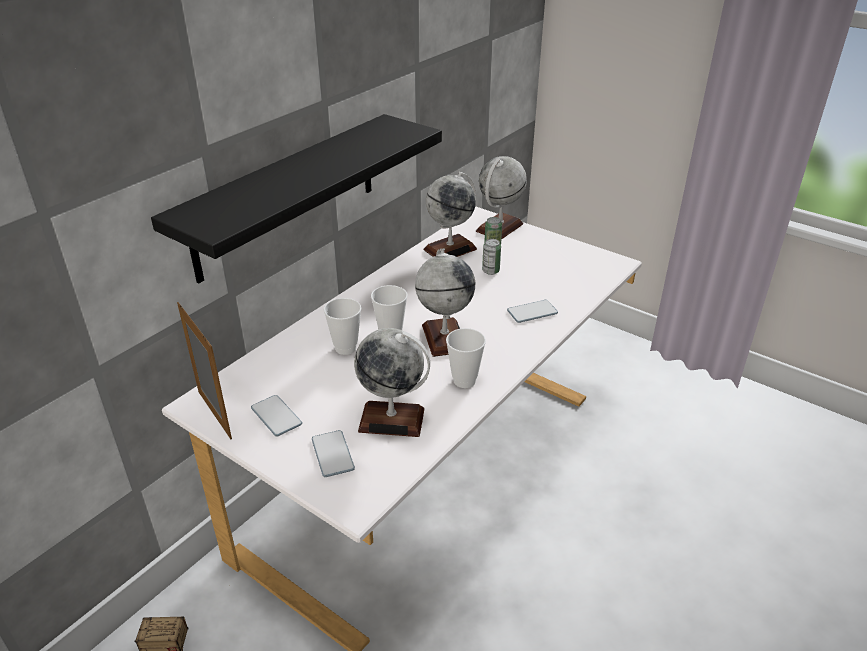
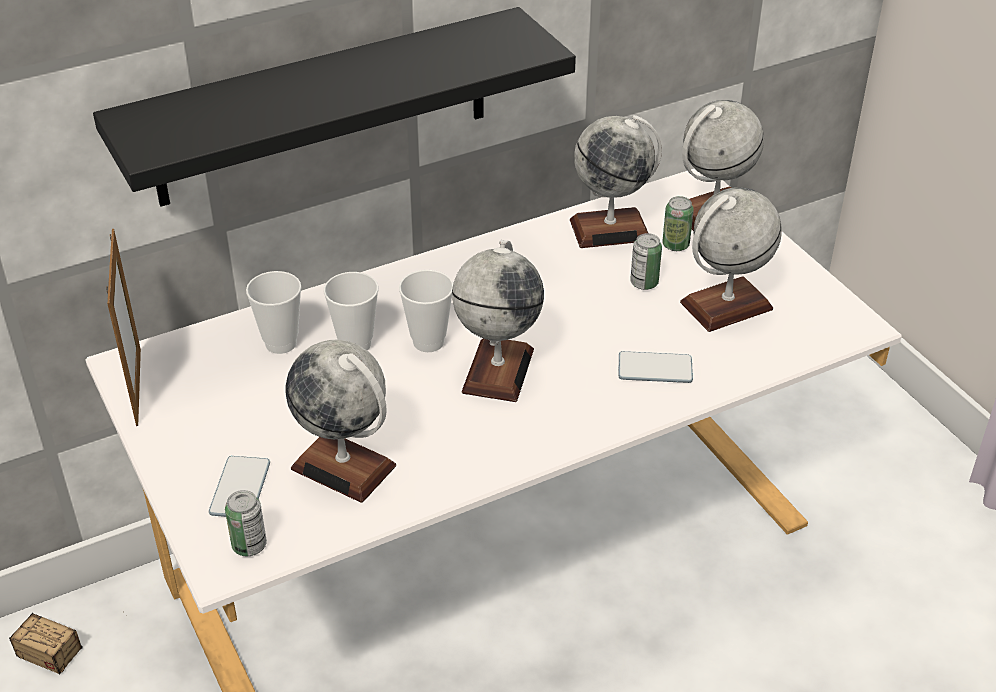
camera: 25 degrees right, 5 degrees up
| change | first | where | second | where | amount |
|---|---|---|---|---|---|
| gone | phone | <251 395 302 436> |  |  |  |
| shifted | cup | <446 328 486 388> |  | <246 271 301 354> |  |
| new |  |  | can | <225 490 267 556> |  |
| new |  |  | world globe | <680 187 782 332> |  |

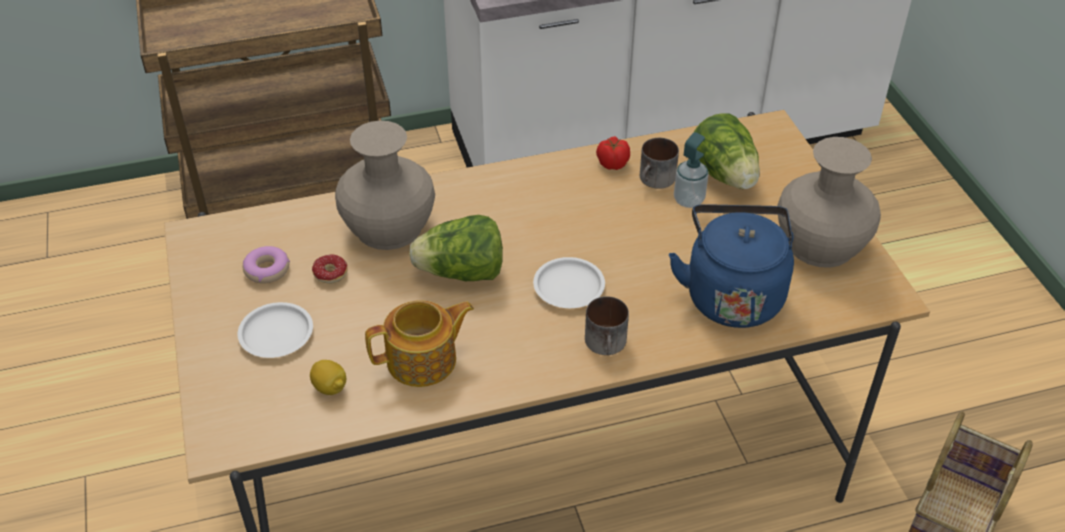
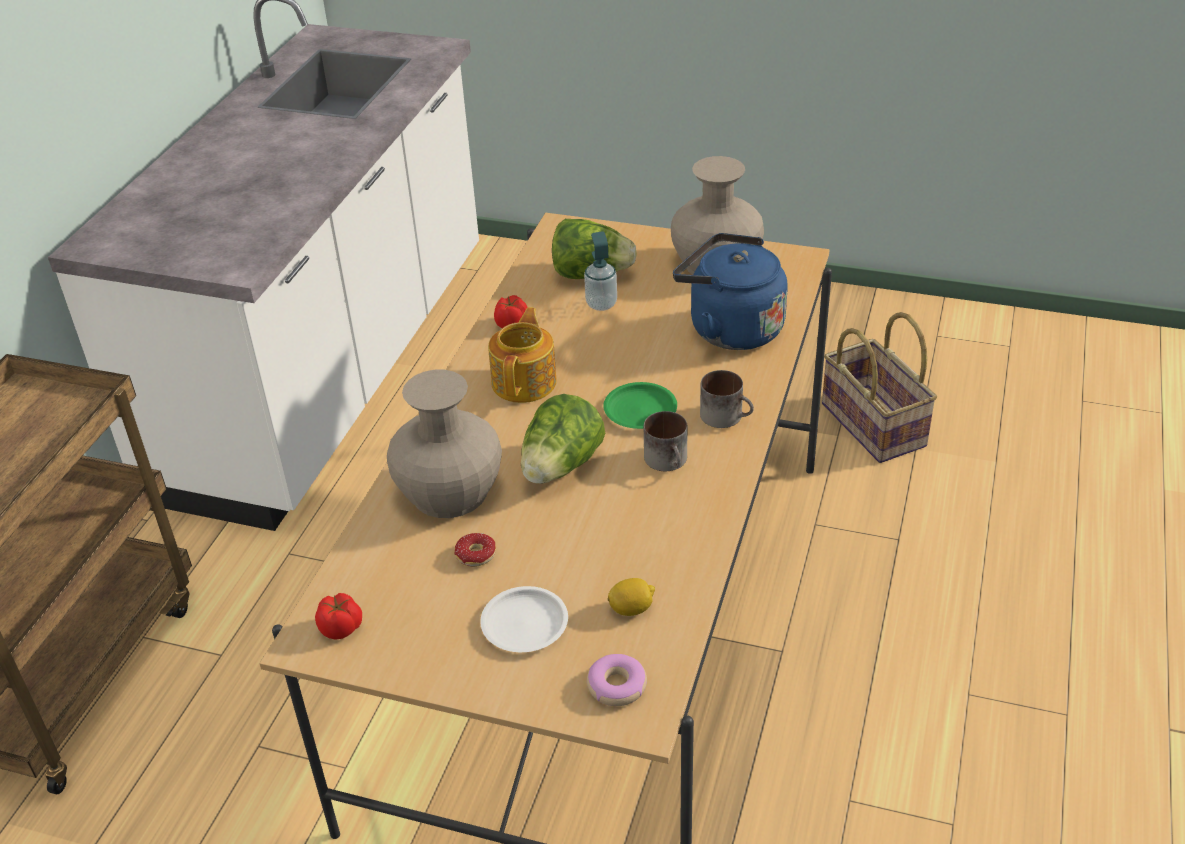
camera: 55 degrees left, 5 degrees down
| change | first | where | second | where | amount |
|---|---|---|---|---|---|
| shifted | doughnut | <243 246 290 283> |  | <587 654 647 706> |  |
| shifted | tea pot | <365 300 474 387> |  | <488 307 557 403> |  |
| repainted | dinner plate/white-coloured | <533 257 605 308> | dinner plate/green | <603 382 677 429> |  |
| shifted | coffee mug | <640 138 679 189> |  | <644 411 688 471> |  |
| new |  |  | tomato | <315 593 362 640> |  |

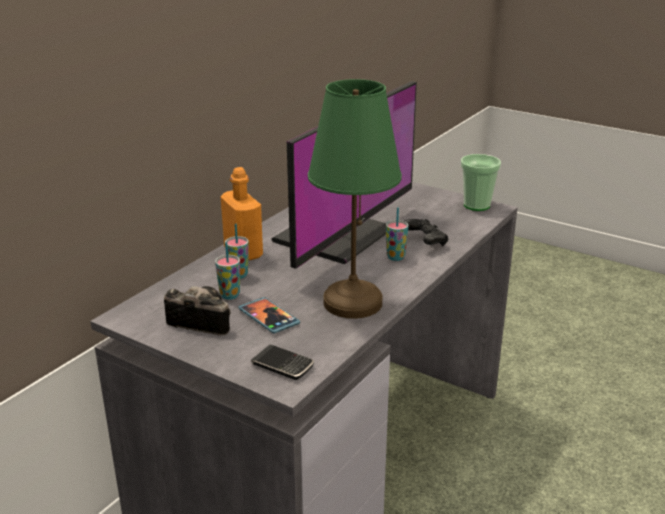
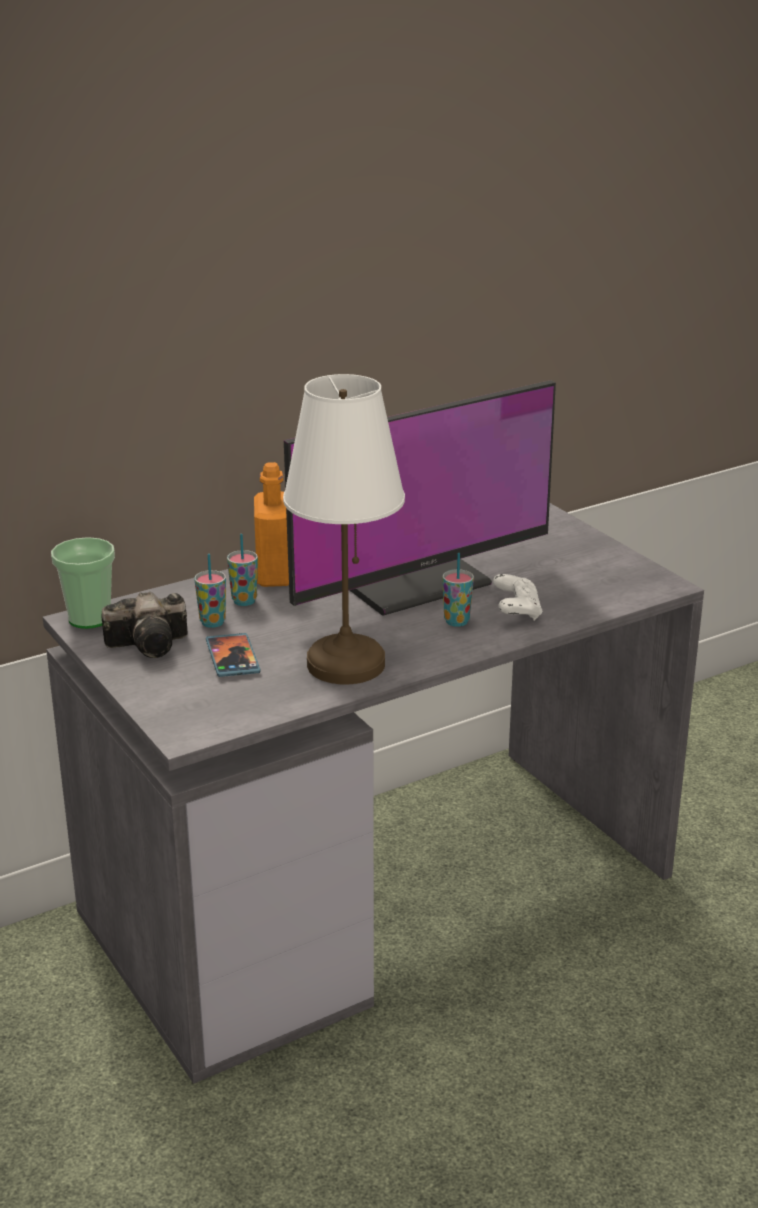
camera: 25 degrees right, 0 degrees up
| change | first | where | second | where | amount |
|---|---|---|---|---|---|
| rotated | photo camera | <164 286 230 335> |  | <102 592 187 658> | 120 degrees clockwise |
| gone | phone | <251 345 314 380> |  |  |  |
| repainted | lamp for a table/green | <308 79 402 319> | lamp for a table/white-coloured | <283 374 405 684> |  |
| repainted | joypad/black | <405 219 448 246> | joypad/white-coloured | <493 574 542 621> |  |
| shifted | cup | <461 154 501 211> |  | <51 537 115 629> |  |

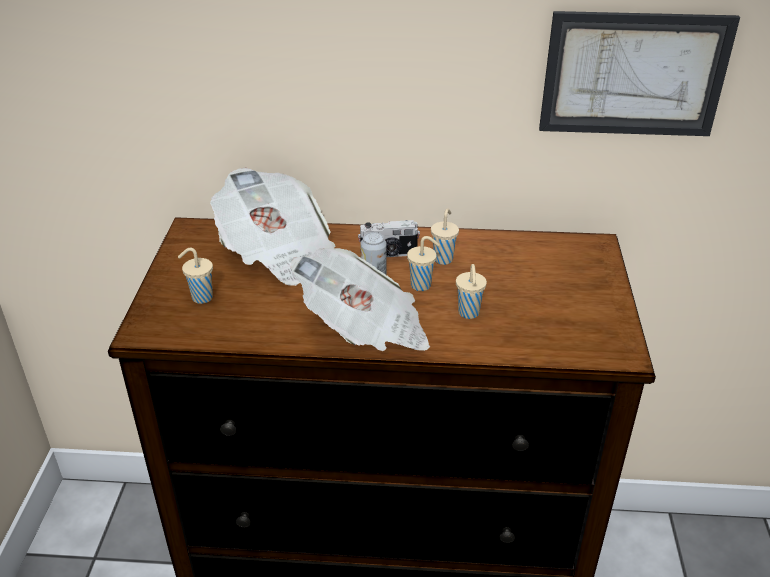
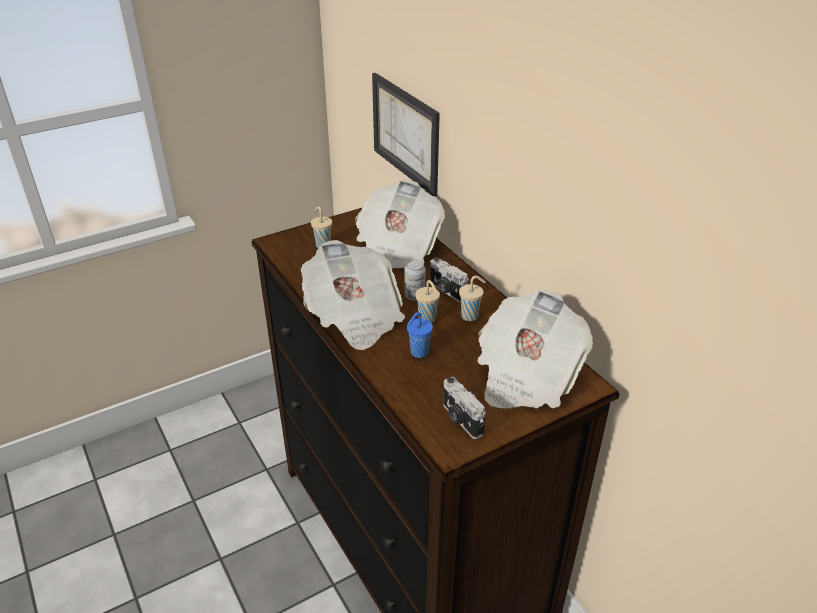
camera: 55 degrees right, 0 degrees up
| change | first | where | second | where | amount |
|---|---|---|---|---|---|
| repainted | cup/beige | <456 264 487 319> | cup/blue-coloured | <407 312 433 358> |  |
| shifted | wall art | <539 11 740 136> |  | <372 73 440 197> |  |
| new |  |  | photo camera | <443 377 486 439> |  |
| new |  |  | daily paper | <477 290 593 409> |  |

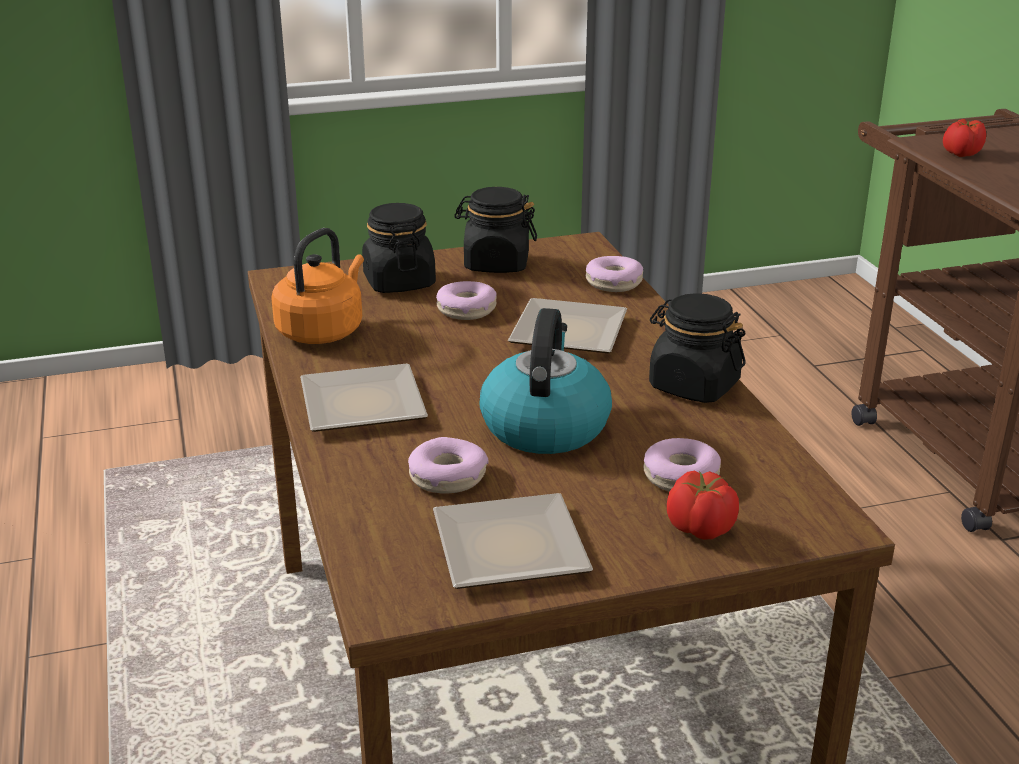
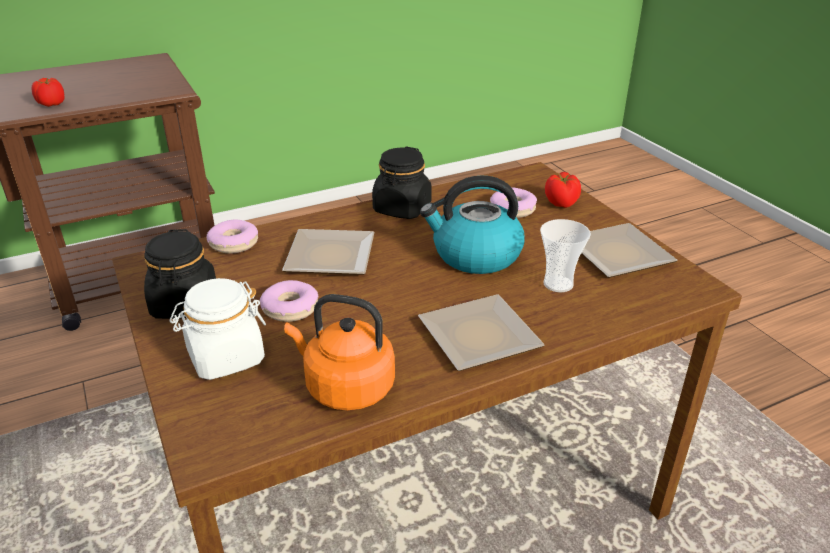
camera: 100 degrees left, 5 degrees up
| change | first | where | second | where | amount |
|---|---|---|---|---|---|
| repainted | jar/black | <362 203 436 293> | jar/white-coloured | <170 278 266 380> |  |
| swapped | doughnut | <408 437 489 493> | cup | <540 219 591 292> |  |

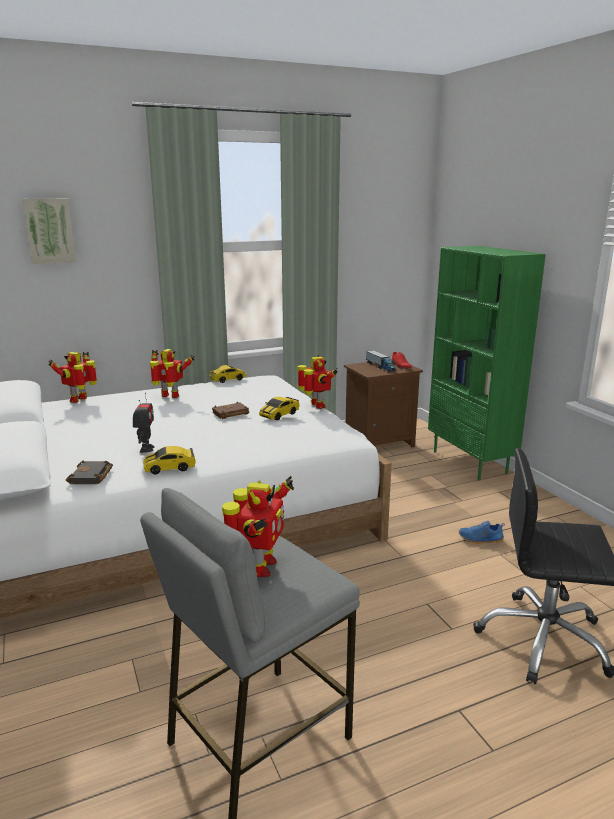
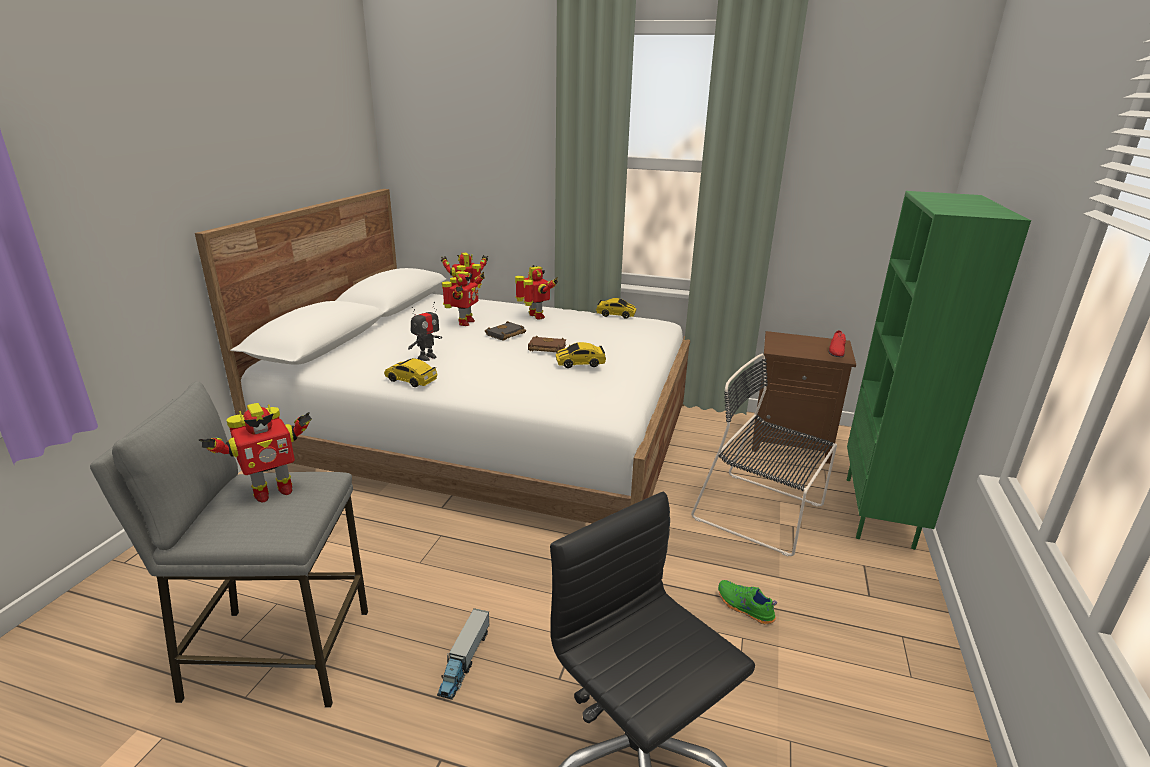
camera: 40 degrees right, 5 degrees up
| change | first | where | second | where | amount |
|---|---|---|---|---|---|
| gone | wall art | <23 199 76 264> |  |  |  |
| shifted | volume/black | <66 461 113 484> |  | <485 321 526 341> |  |
| shifted | robot figure | <297 355 338 409> |  | <442 271 485 326> |  |
| shifted | toy lorry | <366 350 396 372> |  | <437 608 489 699> |  |
| repainted | item of footwear/blue-coloured | <459 521 505 544> | item of footwear/green | <718 580 777 624> |  |
| new |  |  | chair/black | <691 354 837 557> |  |

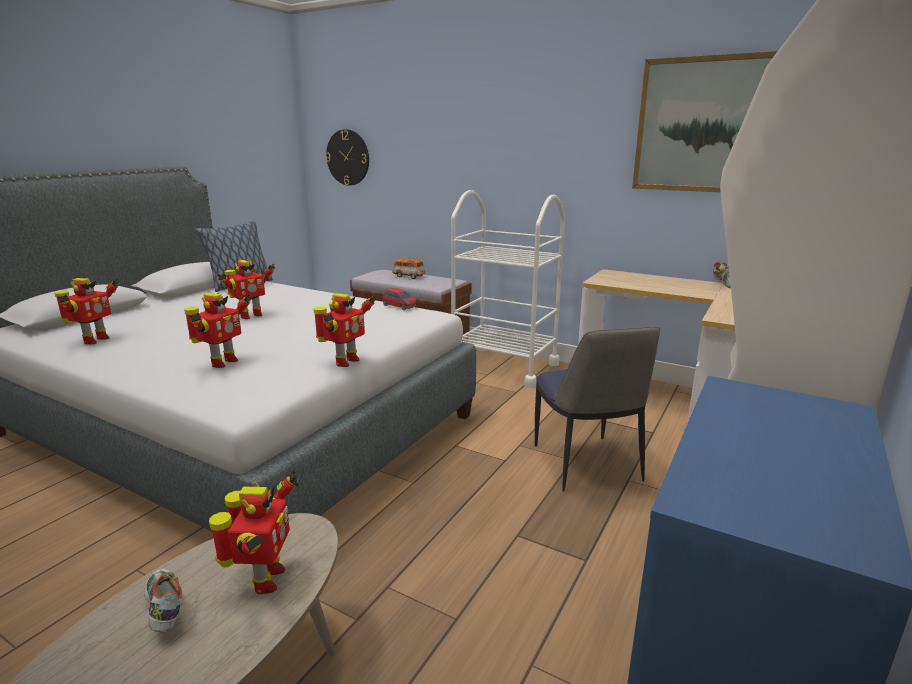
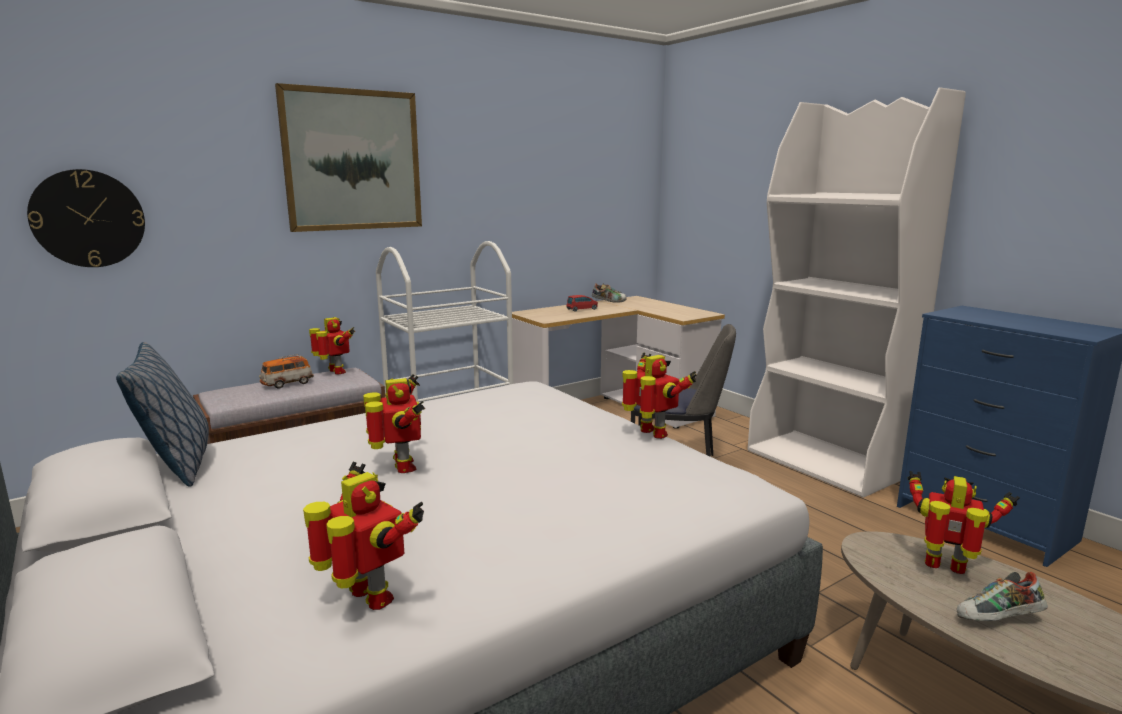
camera: 65 degrees left, 5 degrees down
| change | first | where | second | where | amount |
|---|---|---|---|---|---|
| shifted | robot figure | <184 292 251 368> |  | <309 317 355 374> |  |
| shifted | model car/red | <383 288 417 310> |  | <566 295 598 312> |  |
| shifted | wall art | <632 51 778 192> |  | <275 83 422 232> |  |

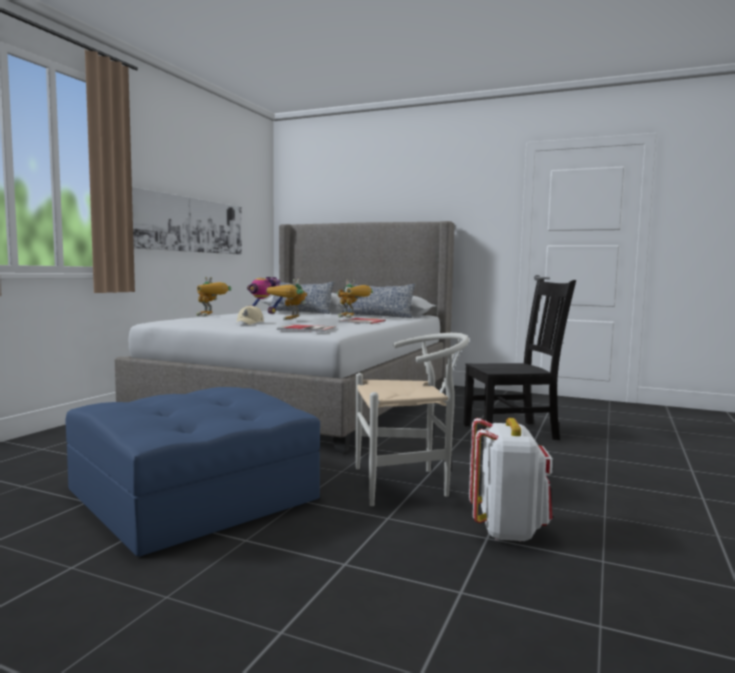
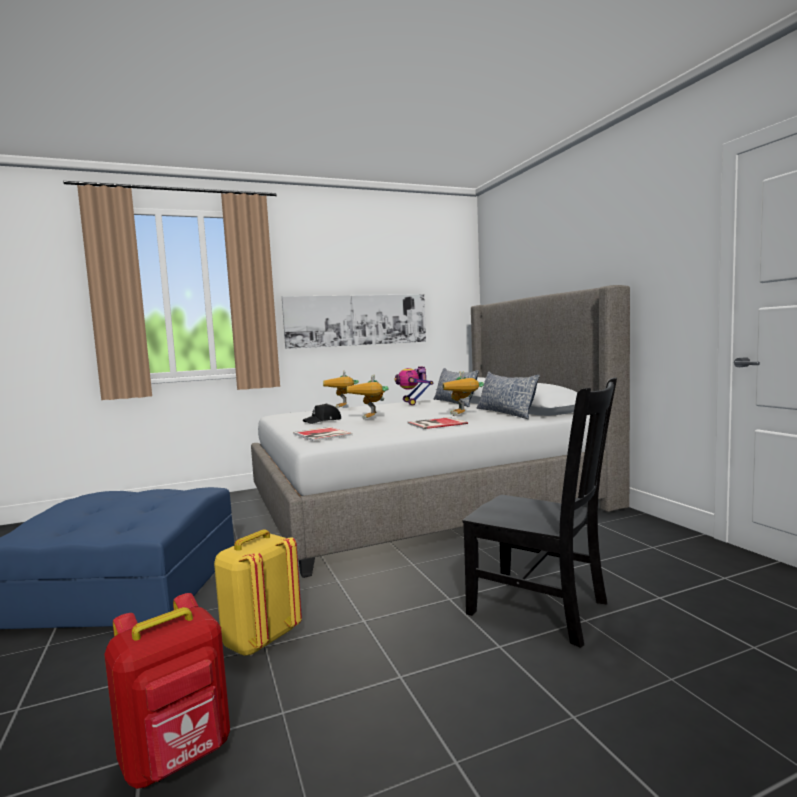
camera: 45 degrees right, 0 degrees up
| change | first | where | second | where | amount |
|---|---|---|---|---|---|
| repainted | baseball cap/beige | <236 305 264 325> | baseball cap/black | <303 403 341 424> |  |
| rotated | robot figure | <266 279 307 321> |  | <347 374 389 420> | 60 degrees counterclockwise |
| swapped | chair/white-coloured | <355 333 469 506> | backpack/yellowish | <214 529 302 656> |  |
| repainted | backpack/white-coloured | <469 418 553 542> | backpack/red | <104 593 230 789> |  |

